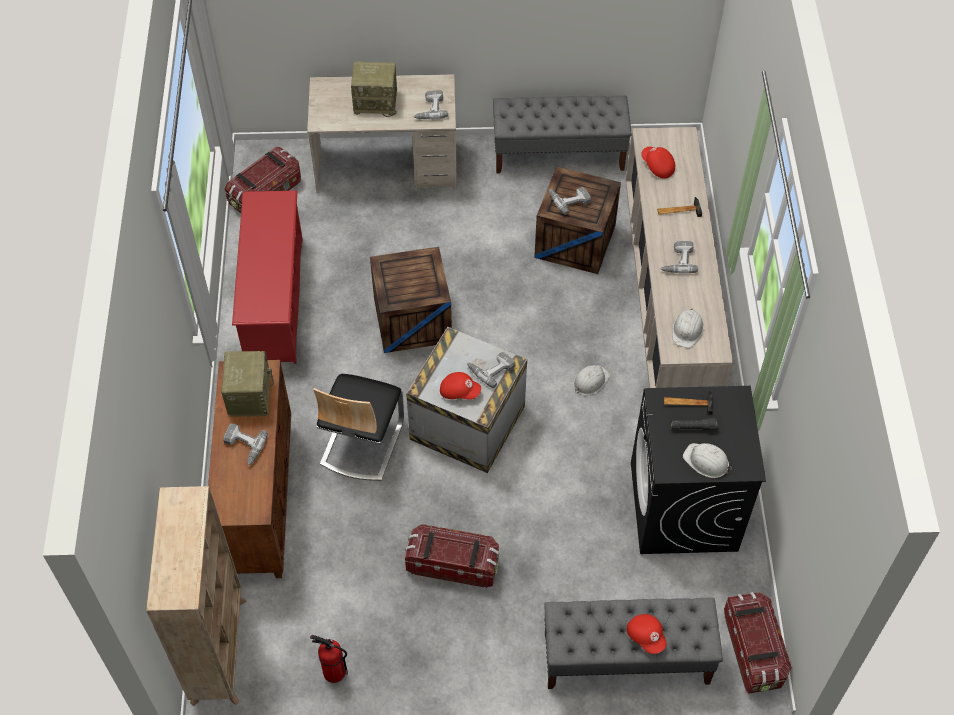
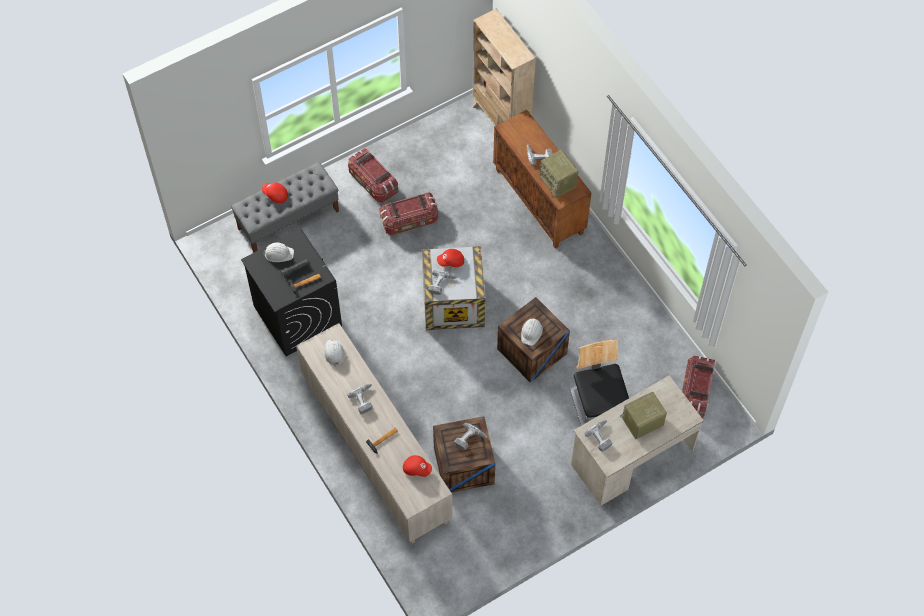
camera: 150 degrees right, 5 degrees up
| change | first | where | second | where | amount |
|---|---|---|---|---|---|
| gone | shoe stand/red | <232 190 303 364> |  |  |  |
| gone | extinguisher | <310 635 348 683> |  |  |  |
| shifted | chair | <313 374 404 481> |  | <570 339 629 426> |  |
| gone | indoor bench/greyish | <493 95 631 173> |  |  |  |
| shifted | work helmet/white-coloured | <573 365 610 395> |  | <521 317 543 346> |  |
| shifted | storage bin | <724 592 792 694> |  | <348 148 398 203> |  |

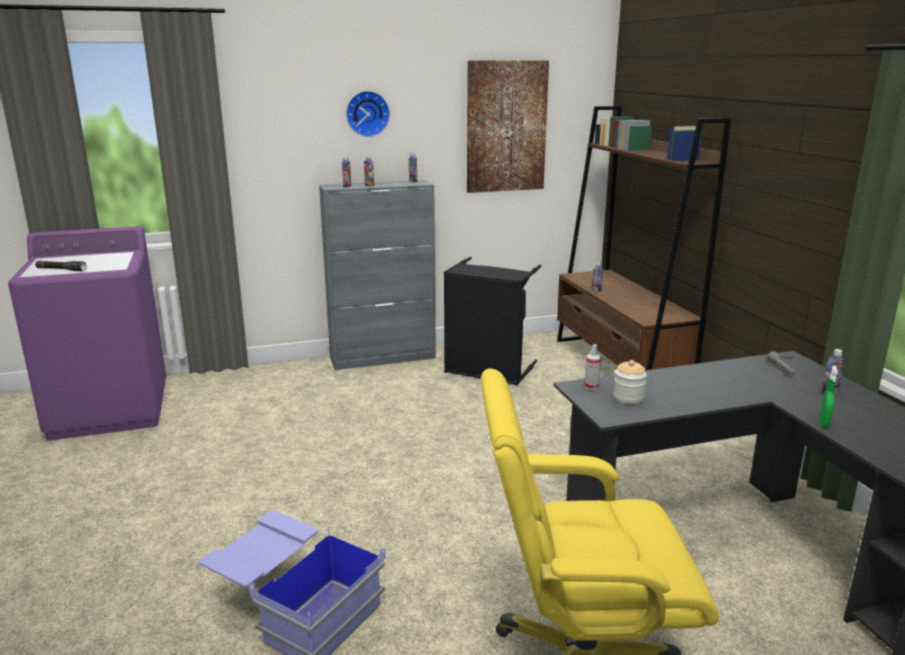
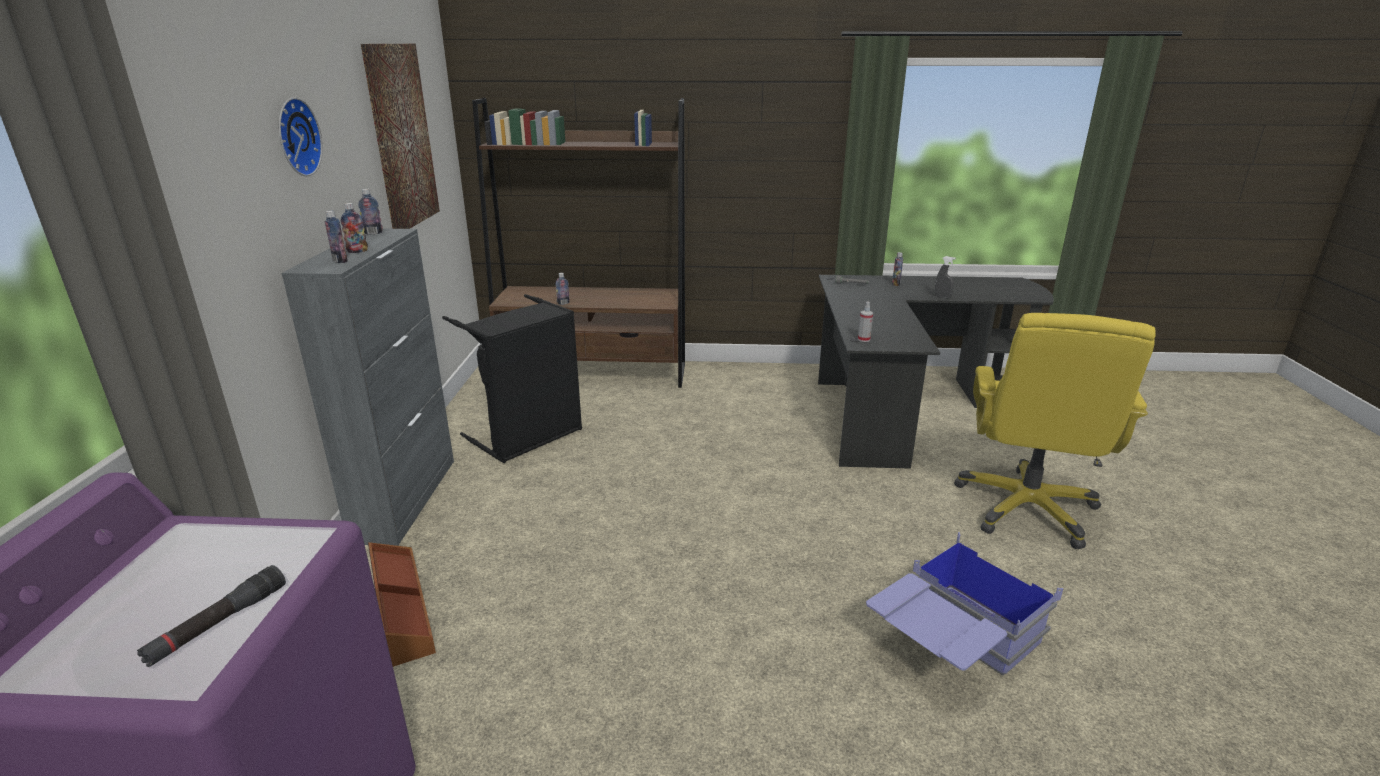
camera: 70 degrees left, 5 degrees up
| change | first | where | second | where | amount |
|---|---|---|---|---|---|
| gone | jar | <613 360 647 404> |  |  |  |
| repainted | hand sprayer/green | <819 366 838 428> | hand sprayer/greyish | <935 256 956 298> |  |
| new |  |  | storage bin/brown | <368 542 436 667> |  |

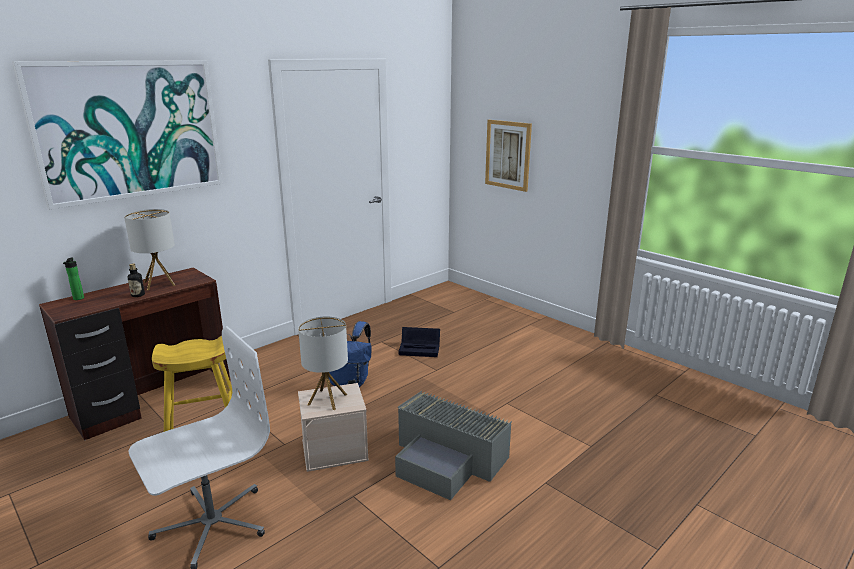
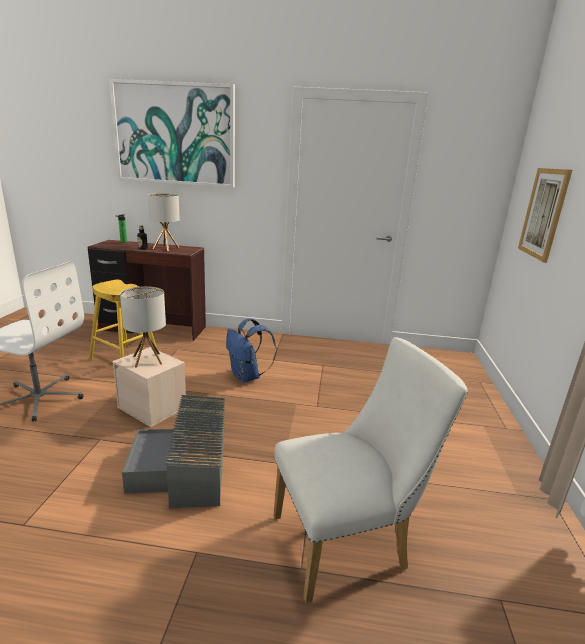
camera: 50 degrees right, 0 degrees up
| change | first | where | second | where | amount |
|---|---|---|---|---|---|
| gone | storage bin/black | <399 327 440 357> |  |  |  |
| new |  |  | chair/white-coloured | <273 337 468 603> |  |

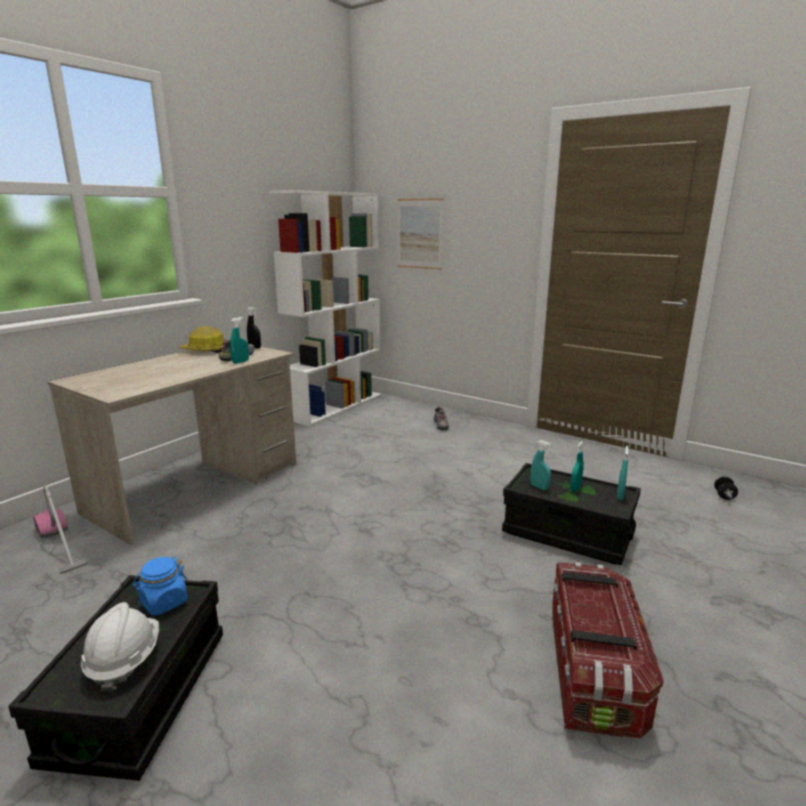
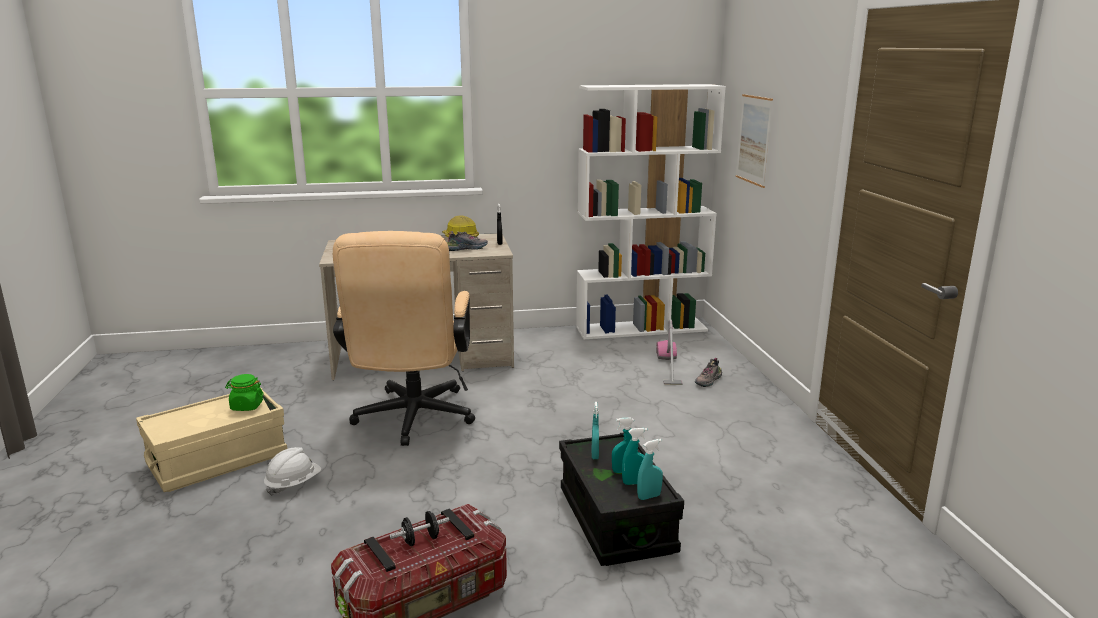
camera: 45 degrees right, 0 degrees up
| change | first | where | second | where | amount |
|---|---|---|---|---|---|
| repainted | storage bin/black | <8 575 223 781> | storage bin/beige | <136 387 287 492> |  |
| shifted | vacuum cleaner | <33 485 87 574> |  | <656 319 682 385> |  |
| shifted | work helmet/white-coloured | <81 602 159 692> |  | <264 447 321 496> |  |
| repainted | jar/blue-coloured | <133 557 188 616> | jar/green | <225 374 263 411> |  |
| shifted | hand sprayer/blue-green | <230 317 249 364> |  | <622 428 647 485> |  |
| shifted | free weight/black | <714 477 738 500> |  | <390 511 449 546> |  |
| new |  |  | office chair/beige | <333 231 475 446> |  |

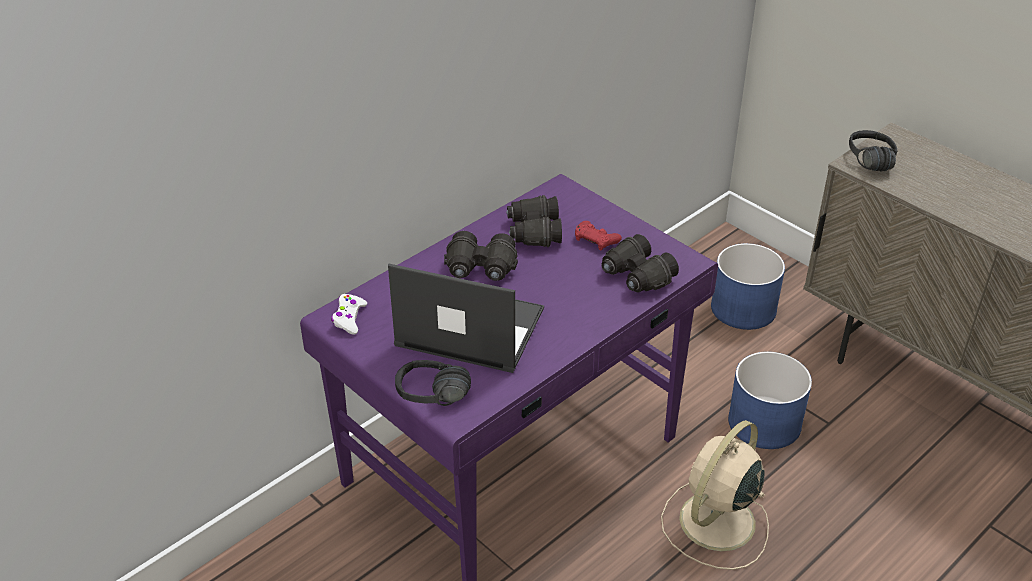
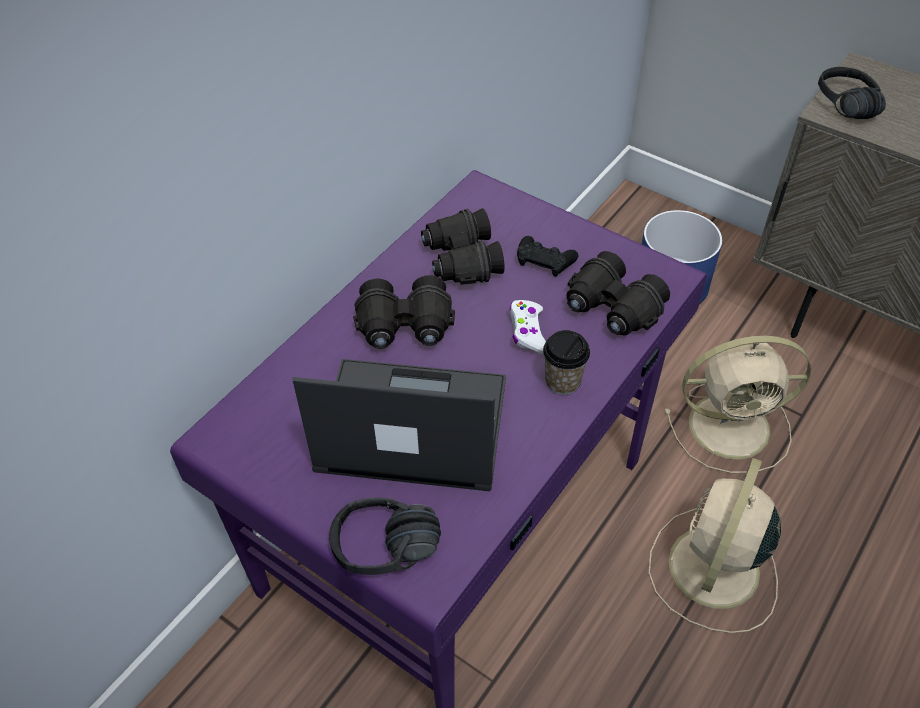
camera: 10 degrees left, 10 degrees up
| change | first | where | second | where | amount |
|---|---|---|---|---|---|
| shifted | joypad/white-coloured | <331 294 367 335> |  | <510 300 546 354> |  |
| repainted | joypad/red | <575 221 622 251> | joypad/black | <517 236 578 277> |  |
| swapped | planter/blue-coloured | <728 351 812 449> | fan/beige | <665 336 811 473> |  |
| new |  |  | cup | <543 330 590 395> |  |

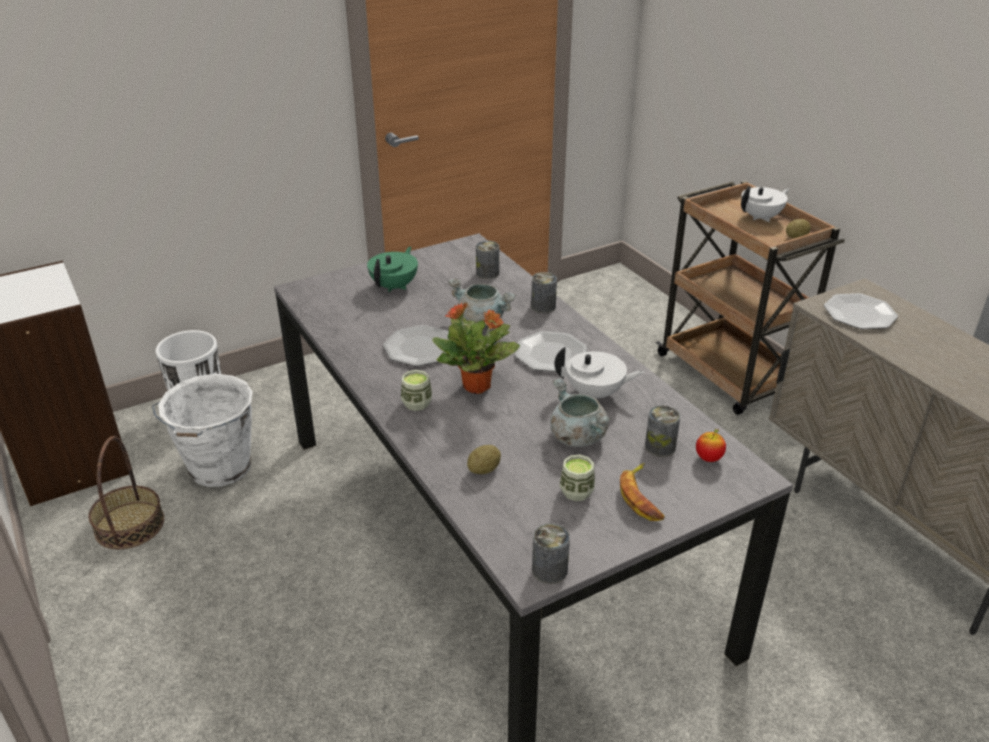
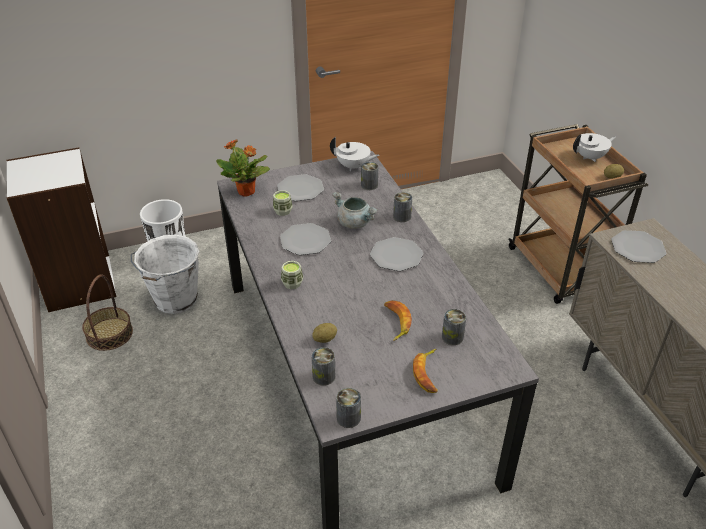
camera: 10 degrees right, 5 degrees up
| change | first | where | second | where | amount |
|---|---|---|---|---|---|
| swapped | tea pot/green | <367 247 418 292> | dinner plate | <277 174 324 201> |  |
| shifted | houseplant | <432 302 520 394> |  | <216 139 270 197> |  |
| swapped | stockpot/greyish | <550 379 611 447> | whole banana | <384 300 412 341> |  |
| shifted | tea pot/white-coloured | <554 347 644 398> |  | <330 137 379 171> |  |
| shifted | cup | <560 455 595 501> |  | <273 190 293 216> |  |
| gone | apple fruit | <696 428 726 462> |  |  |  |
| new |  |  | can | <312 347 335 386> |  |

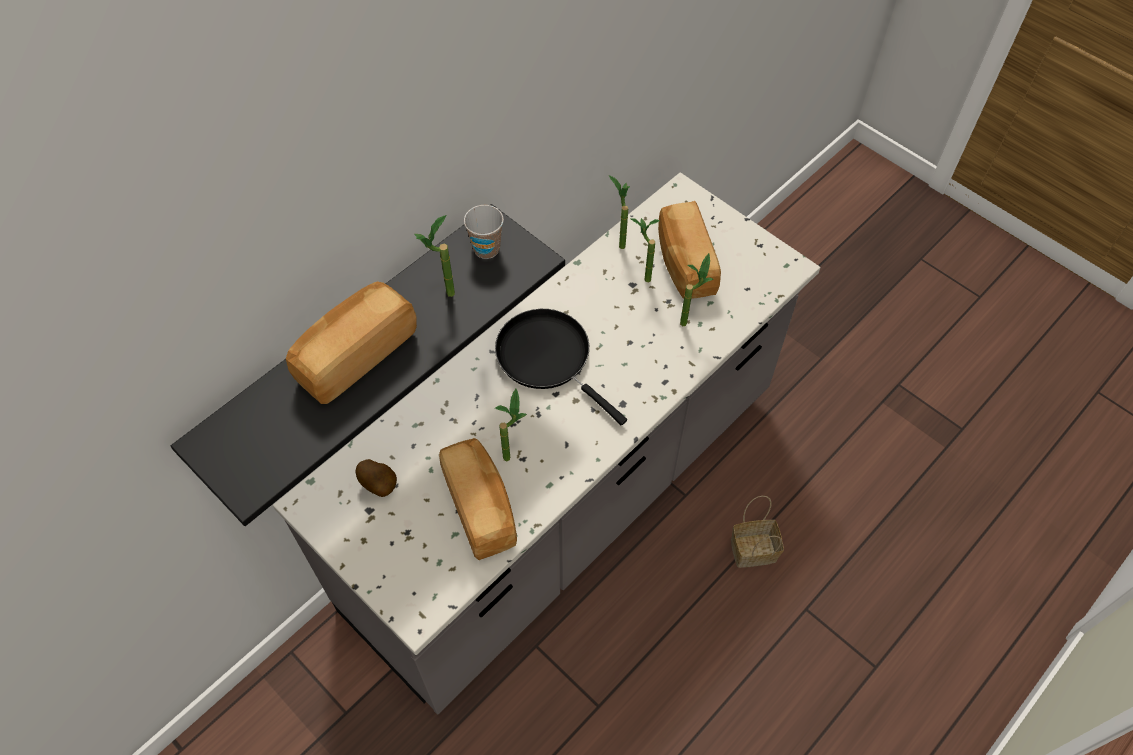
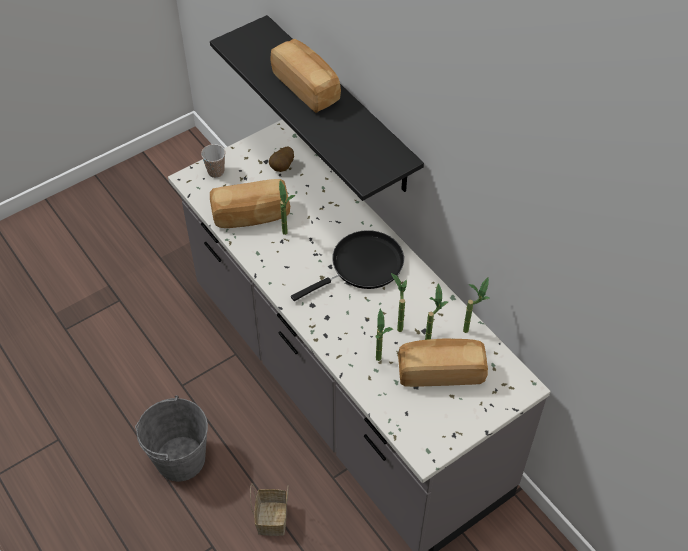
camera: 100 degrees right, 5 degrees down
| change | first | where | second | where | amount |
|---|---|---|---|---|---|
| shifted | houseplant | <415 215 455 297> |  | <391 273 407 332> |  |
| shifted | cup | <464 205 504 259> |  | <201 144 225 178> |  |
| new |  |  | pail/greyish | <135 396 208 482> |  |

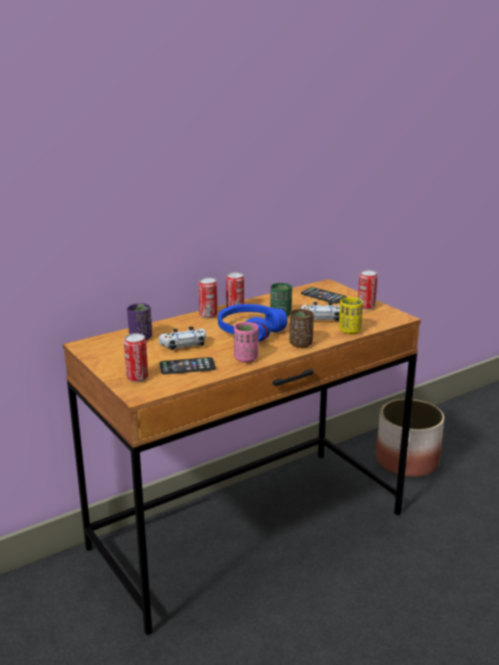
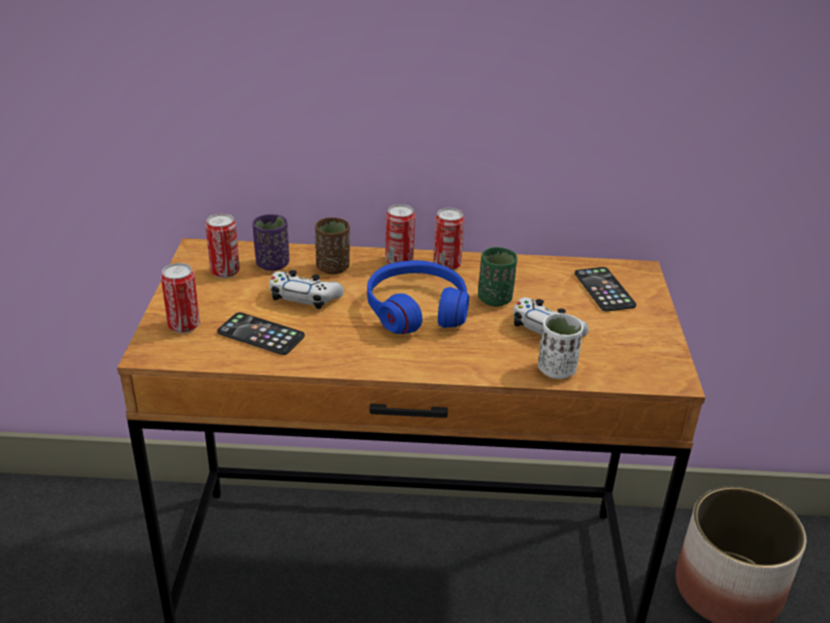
camera: 35 degrees right, 10 degrees up
| change | first | where | second | where | amount |
|---|---|---|---|---|---|
| gone | cup/pink | <234 322 259 363> |  |  |  |
| shifted | cup/brown | <290 309 314 348> |  | <315 217 350 274> |  |
| repainted | cup/yellowish | <339 297 363 334> | cup/white-coloured | <538 313 584 379> |  |
| shifted | can | <358 270 378 310> |  | <205 213 240 278> |  |

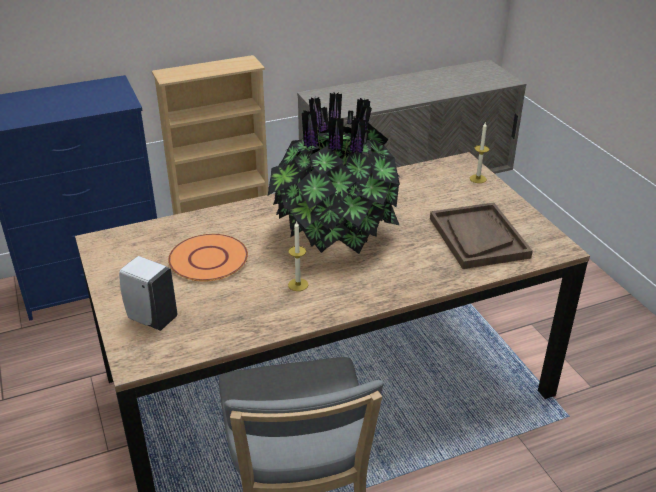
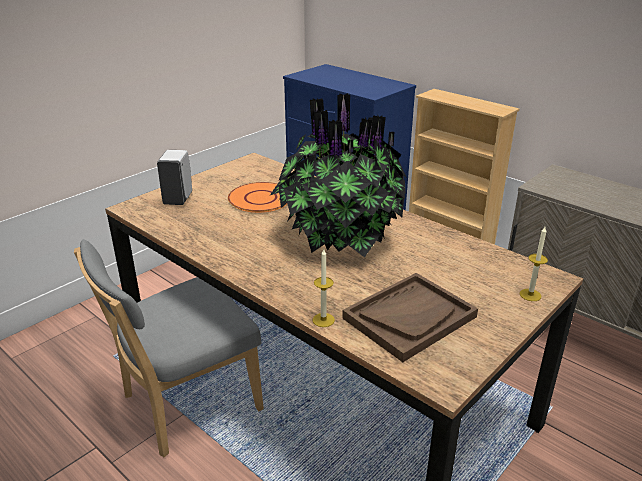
camera: 65 degrees right, 5 degrees down
| change | first | where | second | where | amount |
|---|---|---|---|---|---|
| shifted | wax light | <288 221 308 291> |  | <312 249 335 327> |  |

